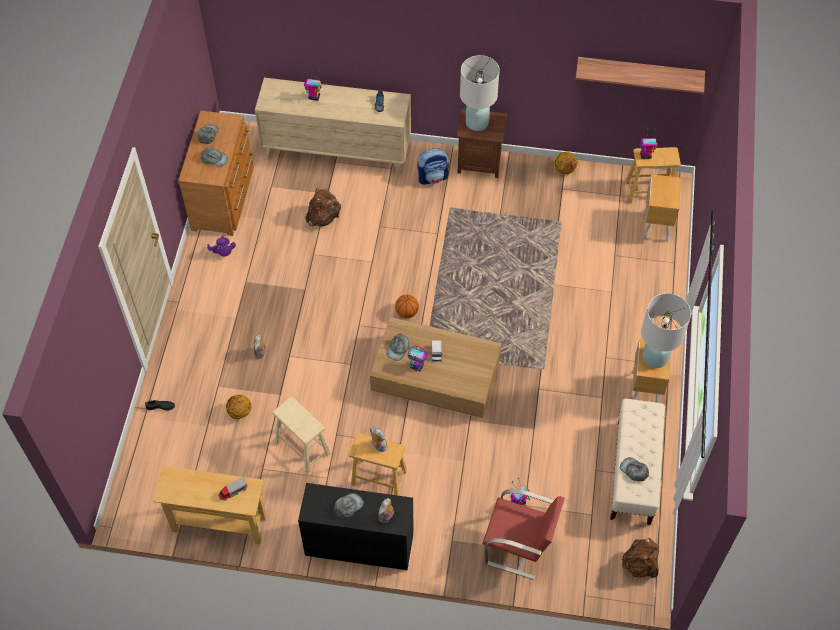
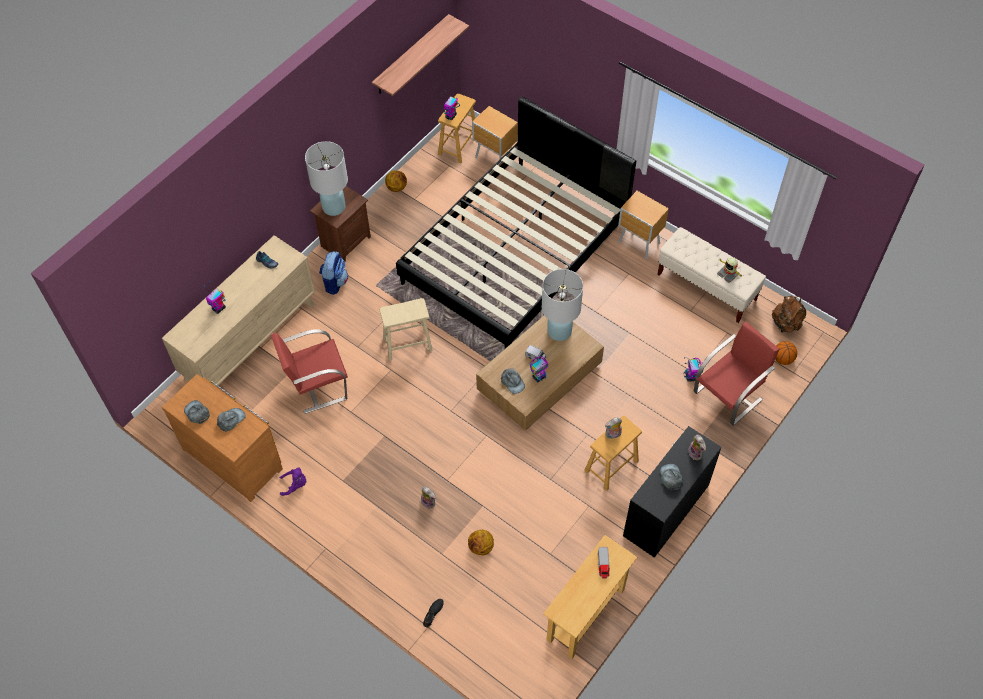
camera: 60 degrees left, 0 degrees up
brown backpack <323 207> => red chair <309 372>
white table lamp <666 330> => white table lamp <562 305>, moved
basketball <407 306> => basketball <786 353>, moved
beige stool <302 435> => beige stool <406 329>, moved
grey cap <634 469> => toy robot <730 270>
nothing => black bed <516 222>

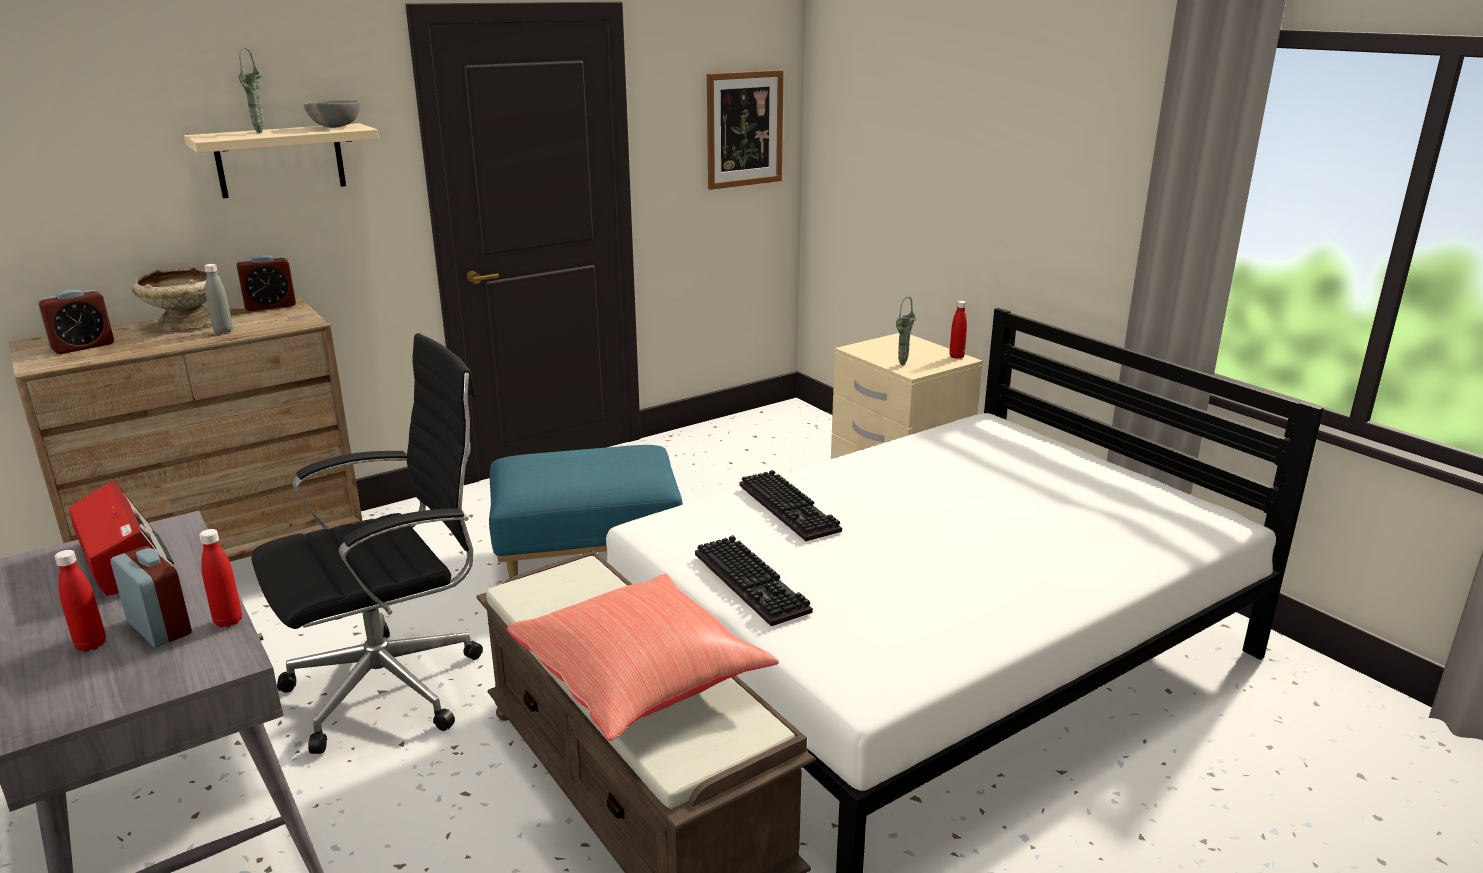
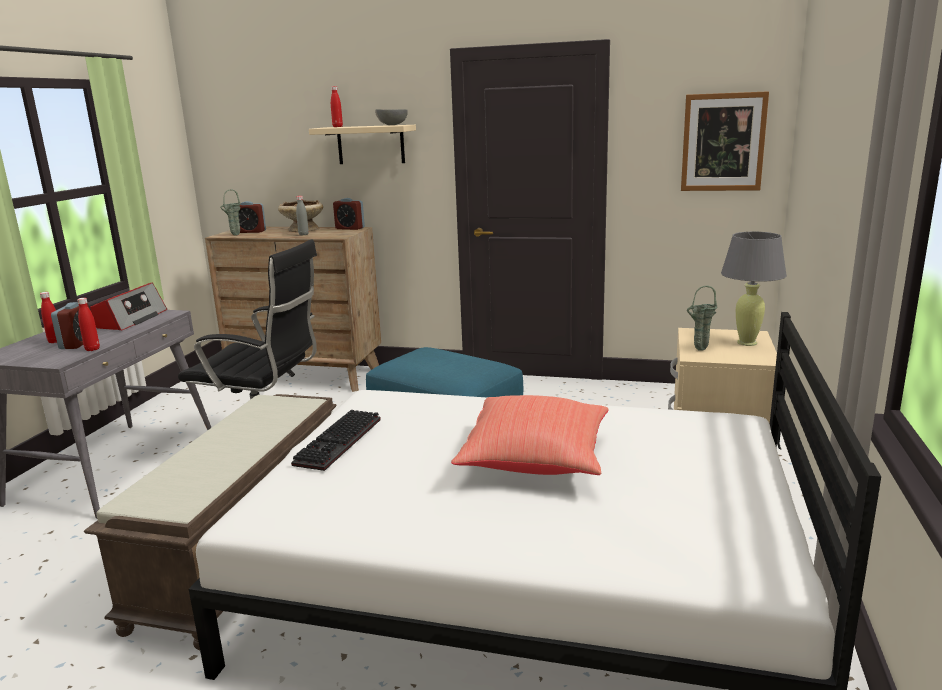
camera: 50 degrees right, 5 degrees down
green vase <251 90> => green vase <230 212>, moved
red bottle <958 330> => red bottle <337 106>, moved
keyboard <790 505> => nothing
red pillow <643 657> => red pillow <530 435>, moved
nothing => grey table lamp <754 289>

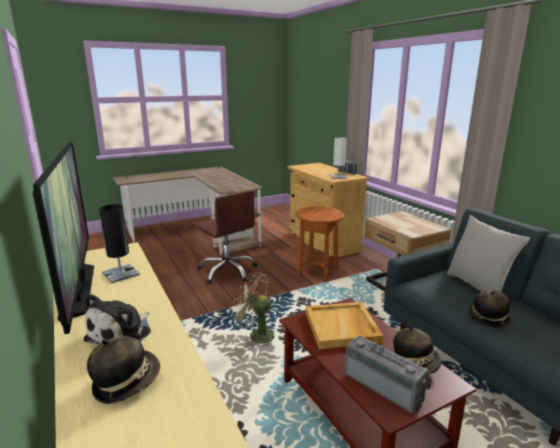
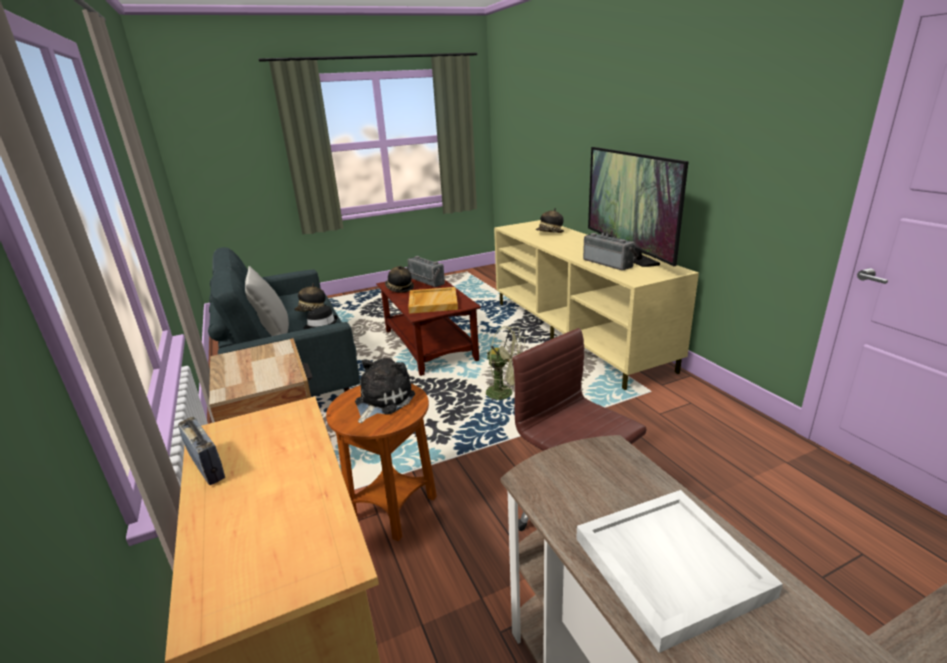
camera: 175 degrees left, 5 degrees up
white table lamp <338 158> => nothing
black table lamp <119 243> => radio <610 252>
plush toy <117 319> => plush toy <385 390>, moved
nothing => black hat <320 318>
nothing => white tray <679 571>

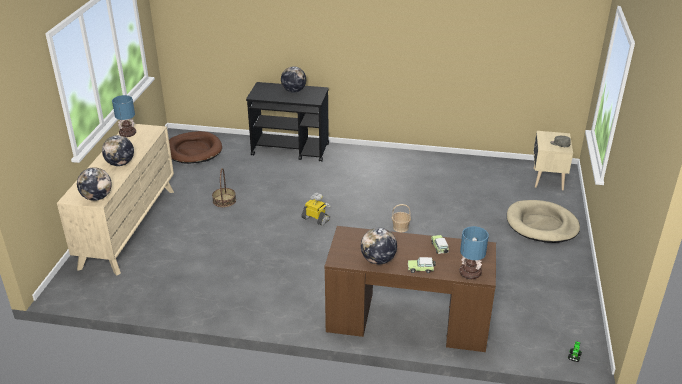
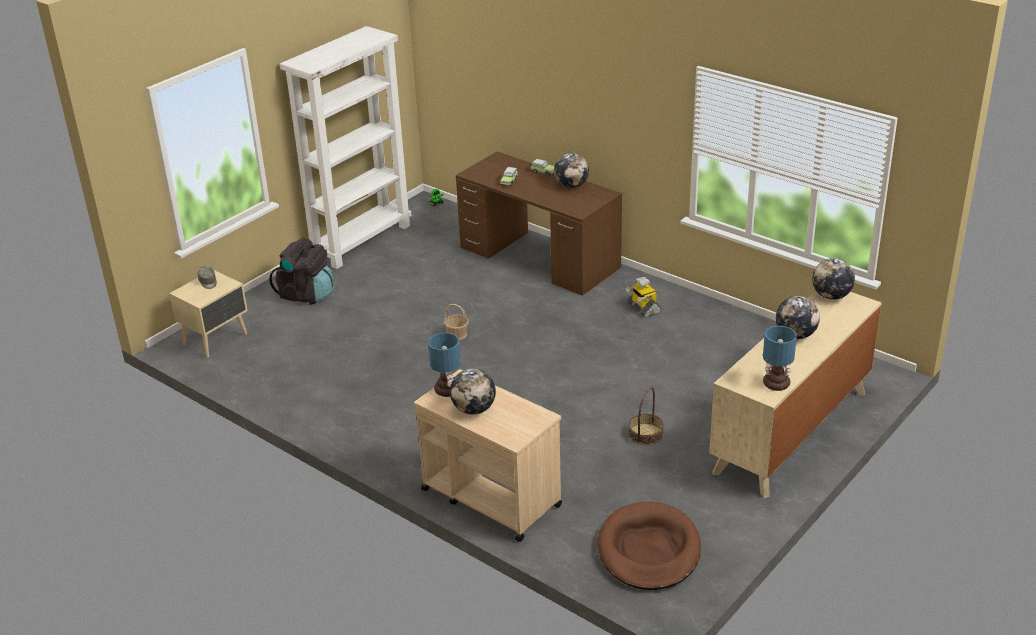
camera: 150 degrees left, 0 degrees up
black cart <287 122> => beige cart <488 455>
toy robot <316 209> => toy robot <643 297>, moved
beige dog bed <543 221> => black backpack <301 271>
table lamp <474 252> => table lamp <444 365>, moved
nothing => white bookcase <345 147>

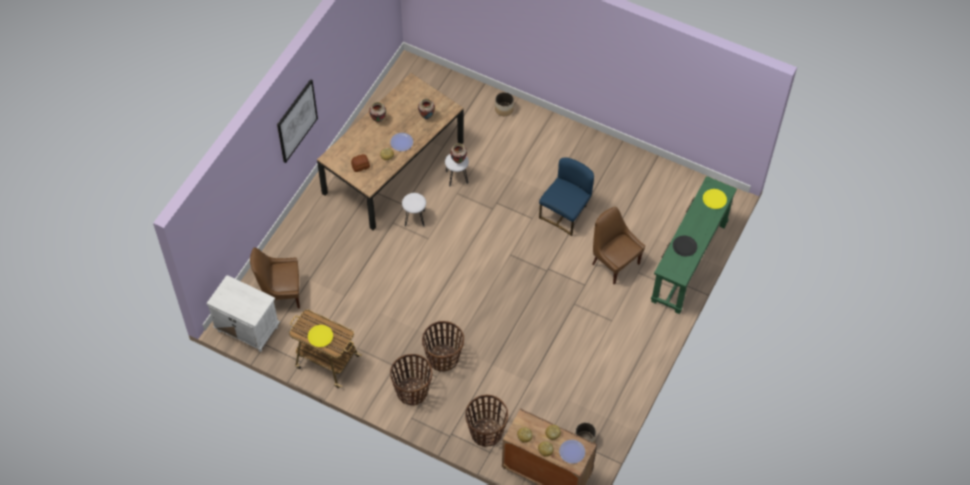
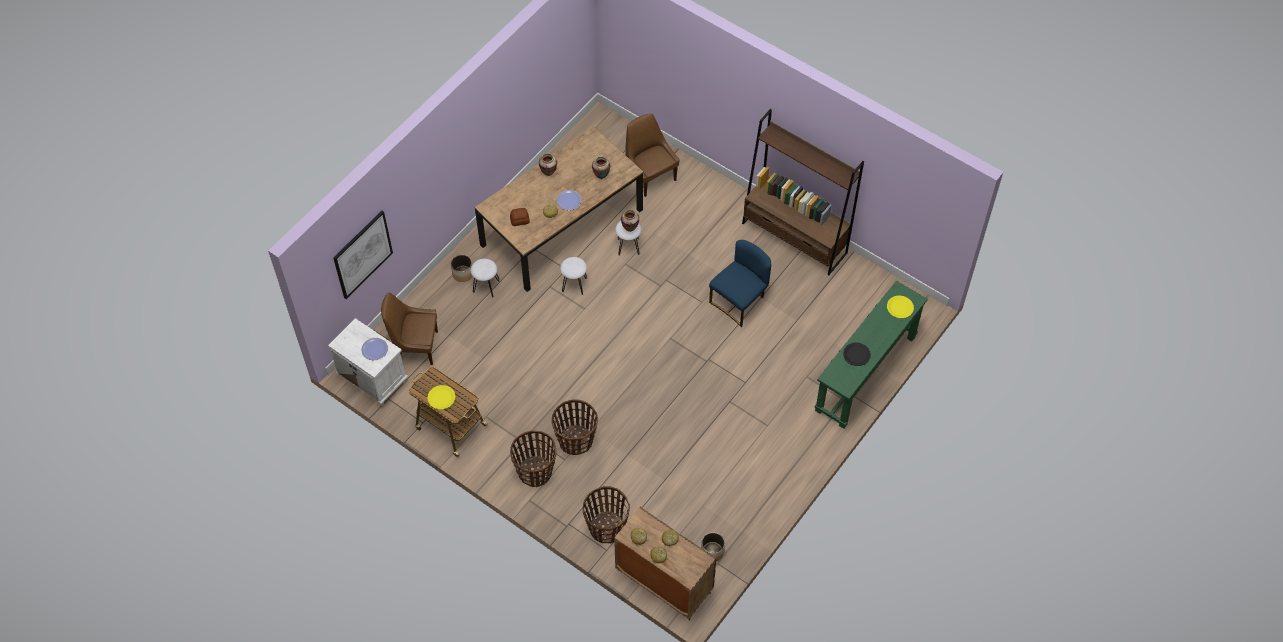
camera: 10 degrees right, 0 degrees up
picture <297 121> => picture <363 255>, moved
planter <504 104> => planter <461 268>, moved
brown chair <618 246> => brown chair <652 155>, moved
plate <572 452> => plate <374 349>, moved
nothing => brown bookcase <803 192>
nothing => white stool <484 278>

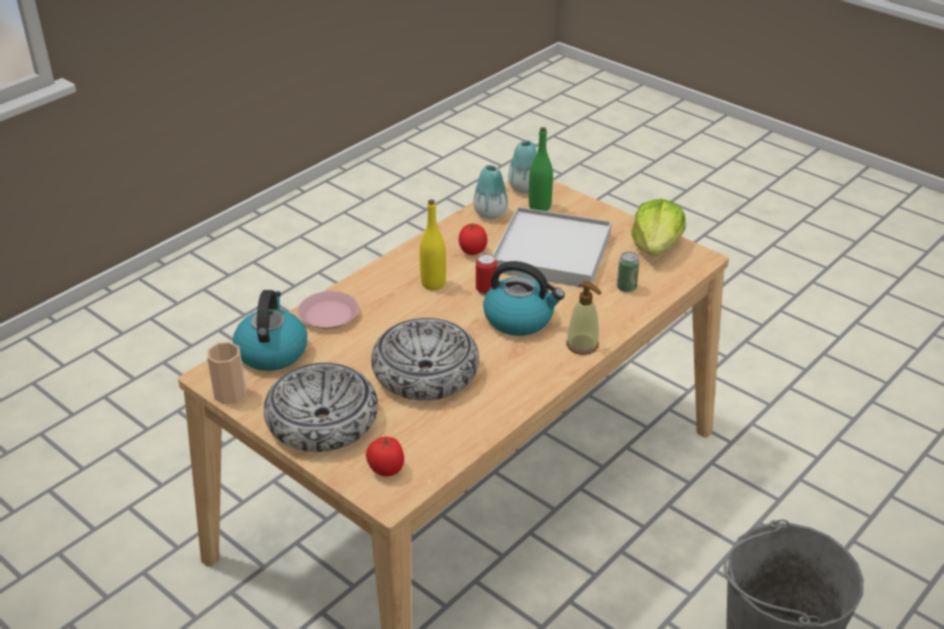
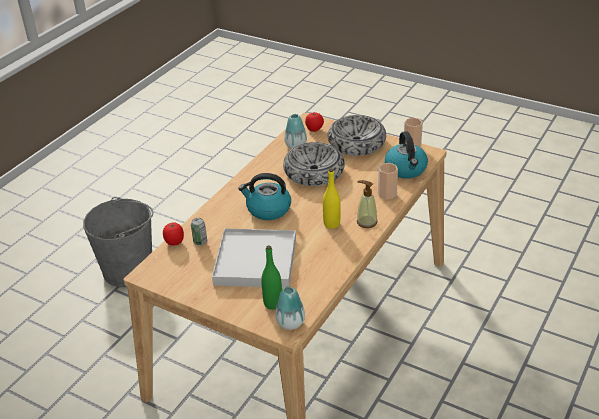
camera: 170 degrees right, 0 degrees up
vase <490 192> => vase <295 131>, moved
lettuce <658 227> => nothing
tomato <473 239> => tomato <173 234>, moved
can <486 275> => nothing
soap dispenser <584 318> => soap dispenser <367 204>, moved
pink plate <328 310> => cup <388 181>

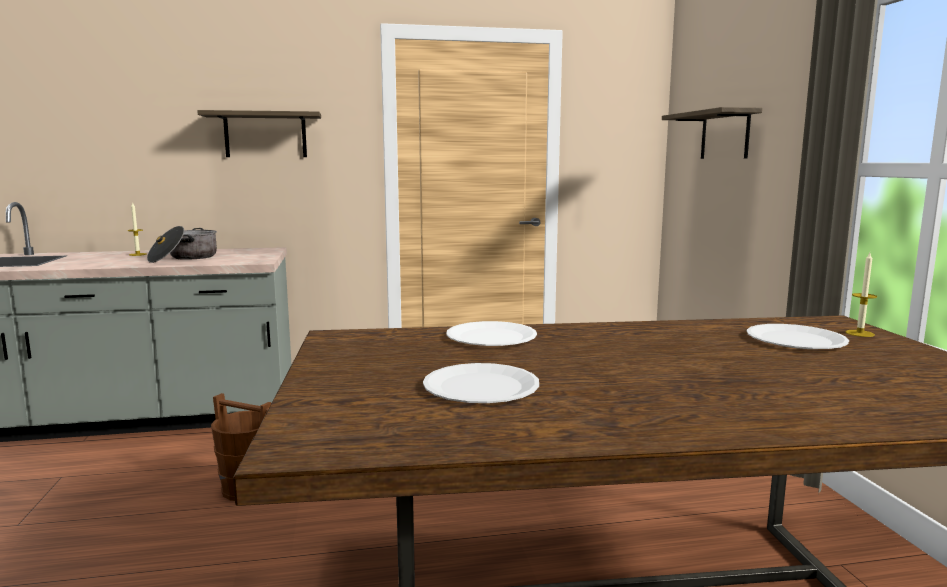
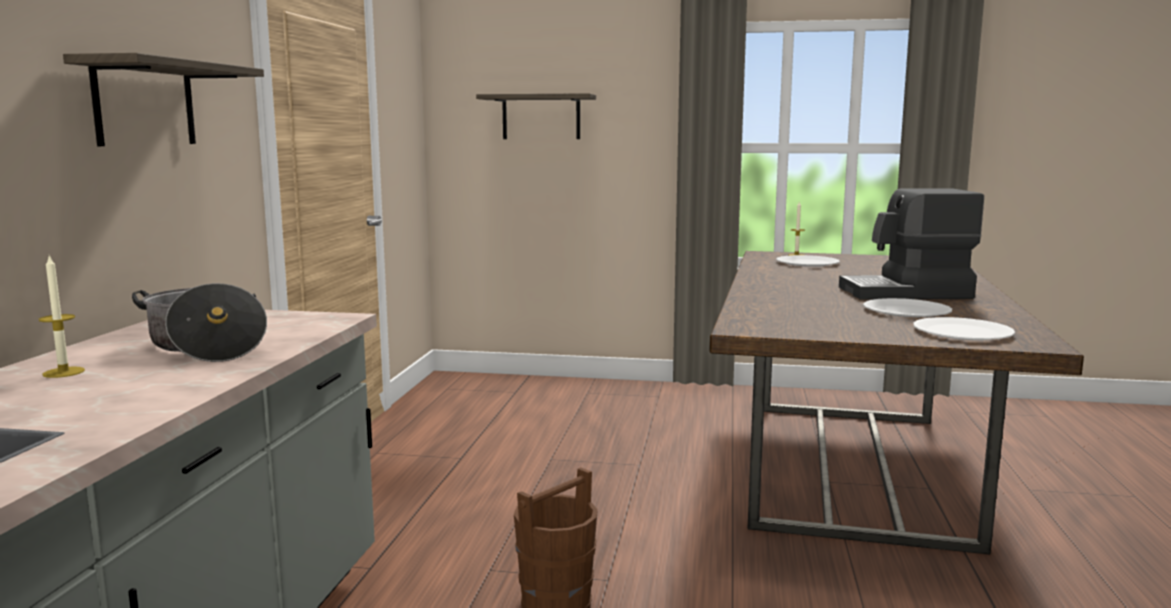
camera: 70 degrees left, 0 degrees up
white plate <491 333> => white plate <964 328>, moved
nothing => coffee machine <911 244>

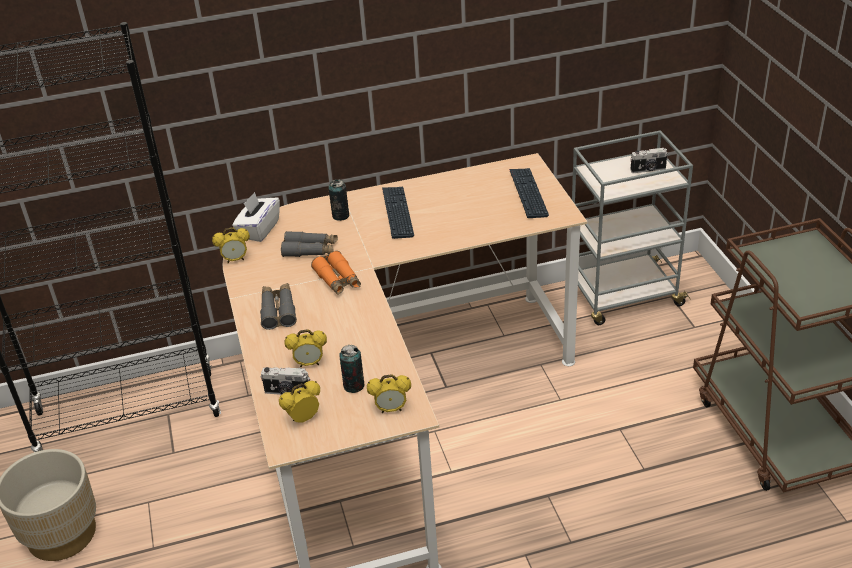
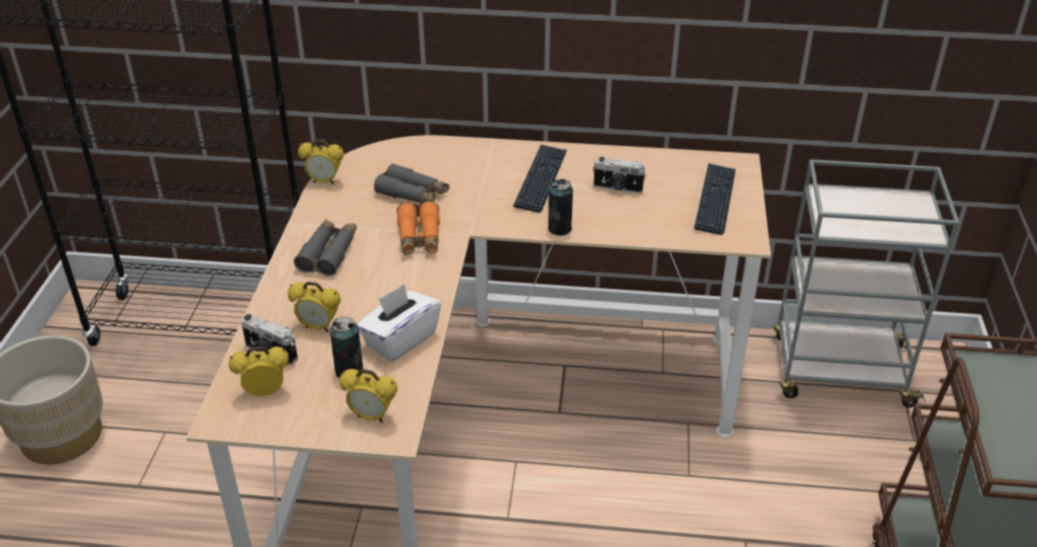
camera: 20 degrees right, 0 degrees up
photo camera <649 160> => photo camera <619 175>, moved
can <338 200> => can <560 207>, moved
white tissue box <256 217> => white tissue box <399 322>, moved

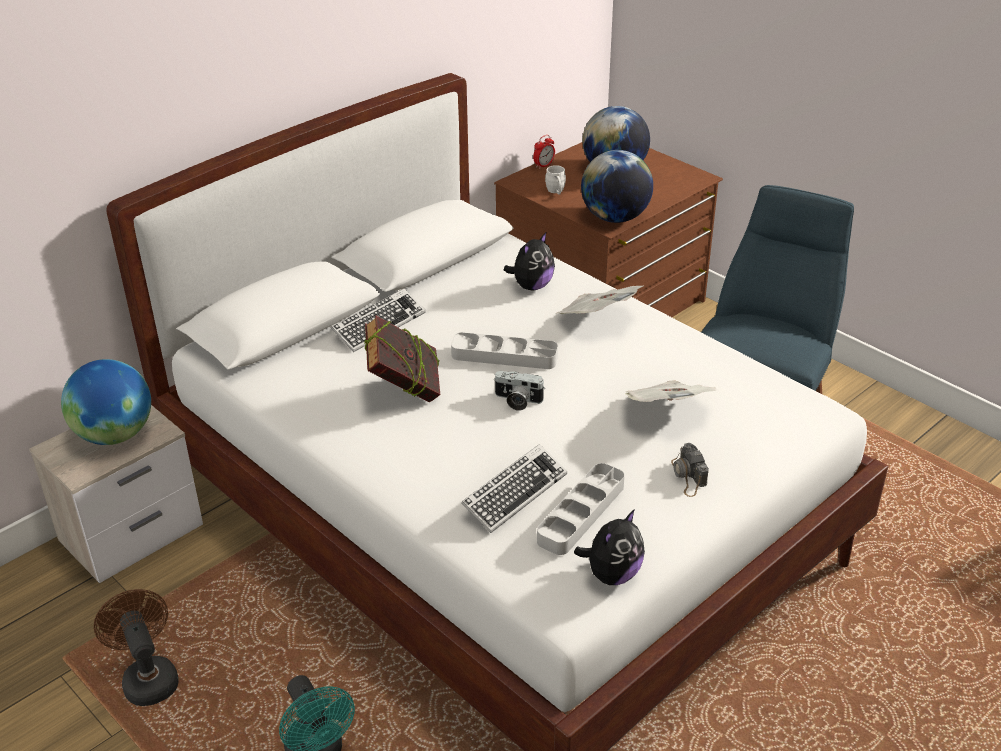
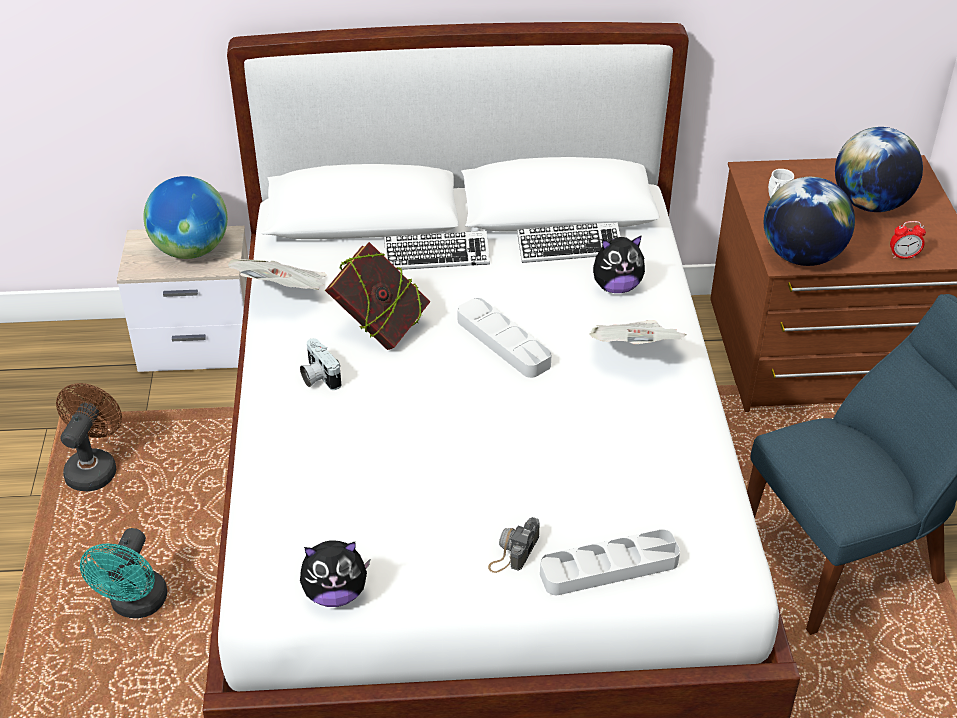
camera: 40 degrees right, 5 degrees up
alarm clock <544 152> => alarm clock <908 240>, moved
photo camera <520 391> => photo camera <320 364>, moved
newspaper <671 391> => newspaper <277 274>, moved
keyboard <514 488> => keyboard <568 243>, moved
grey tray <581 509> => grey tray <610 562>, moved

